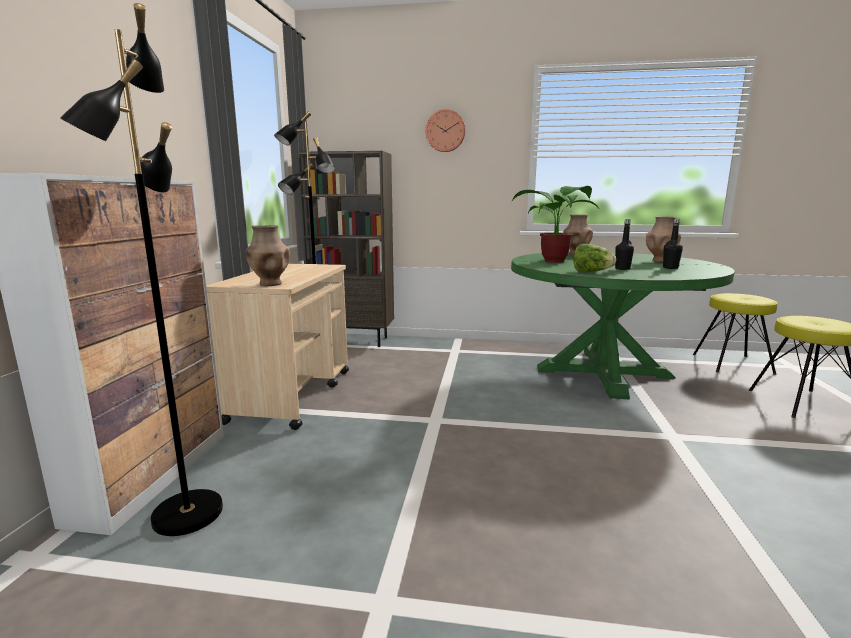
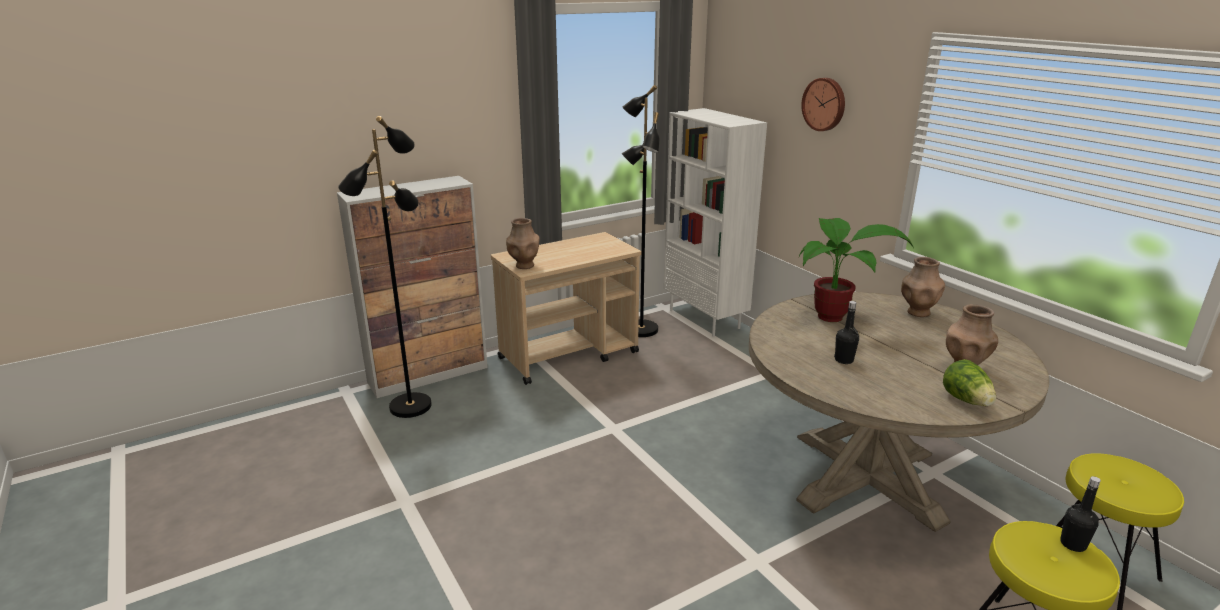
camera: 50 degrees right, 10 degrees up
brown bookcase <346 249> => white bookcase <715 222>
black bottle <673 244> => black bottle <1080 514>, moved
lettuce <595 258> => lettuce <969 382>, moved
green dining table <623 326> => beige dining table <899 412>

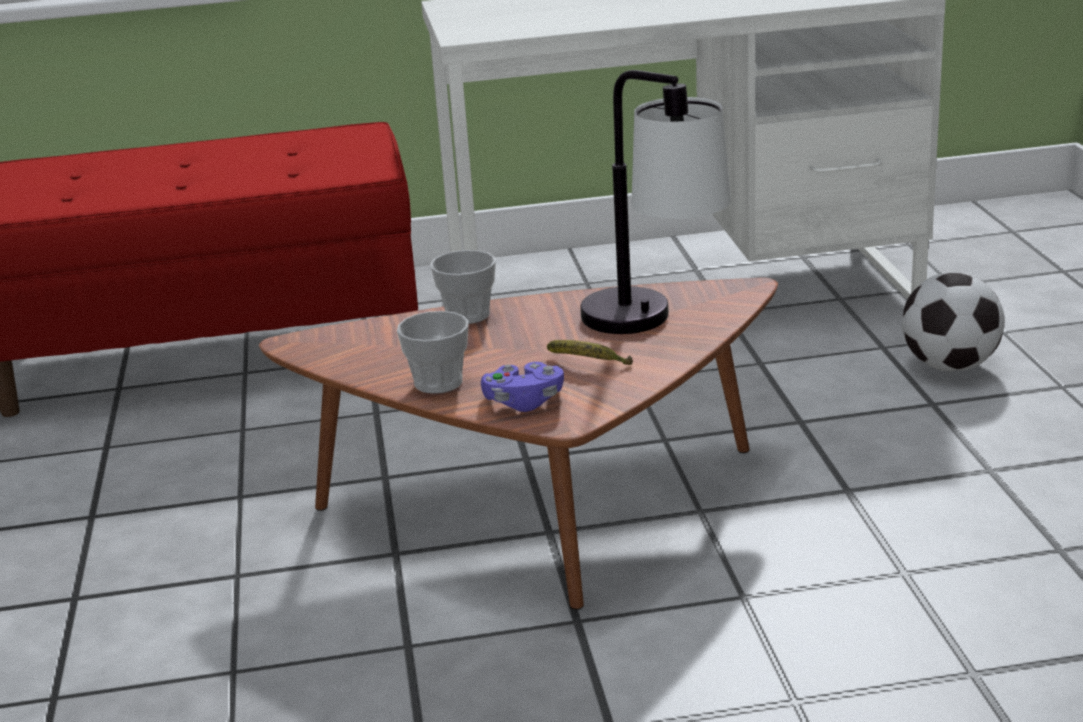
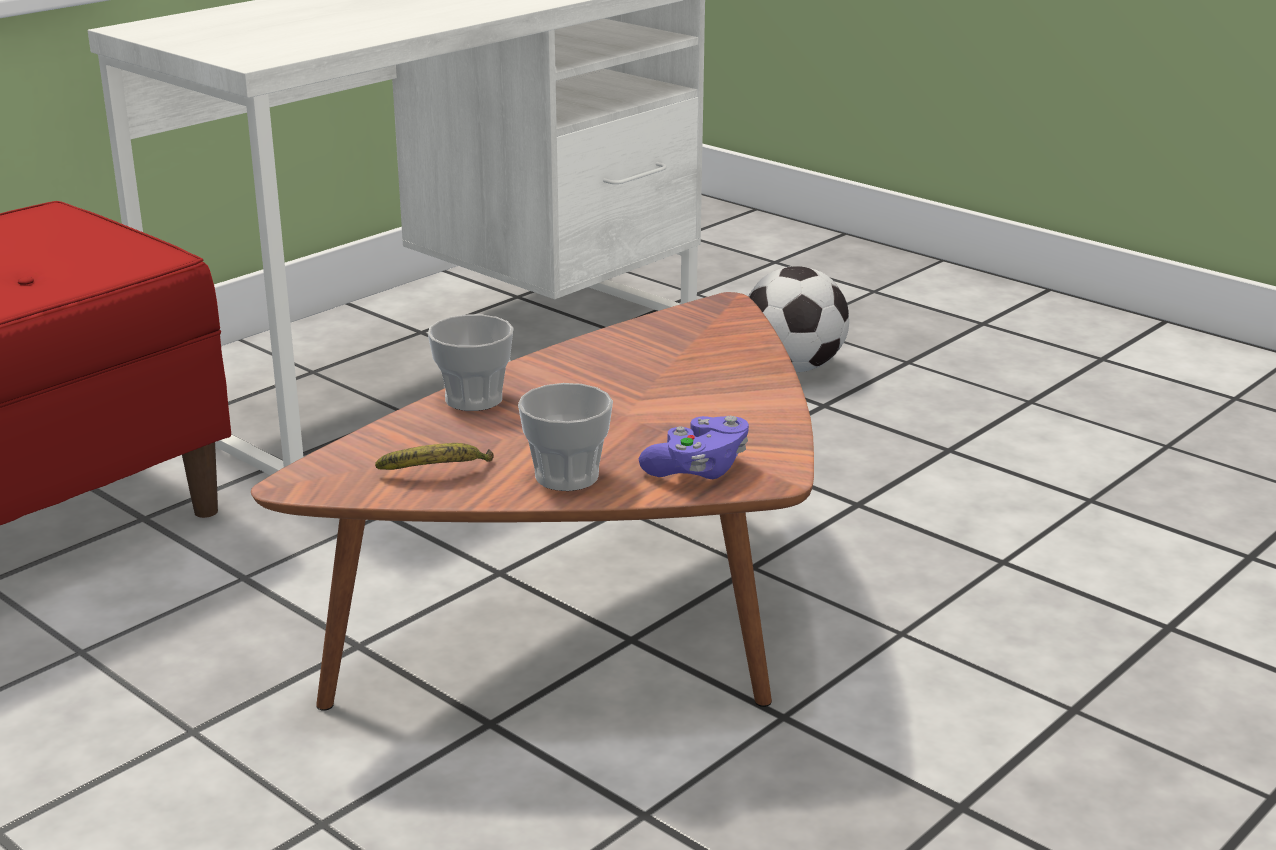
camera: 40 degrees left, 0 degrees up
table lamp <655 202> => nothing
banana <590 352> => banana <434 456>, moved

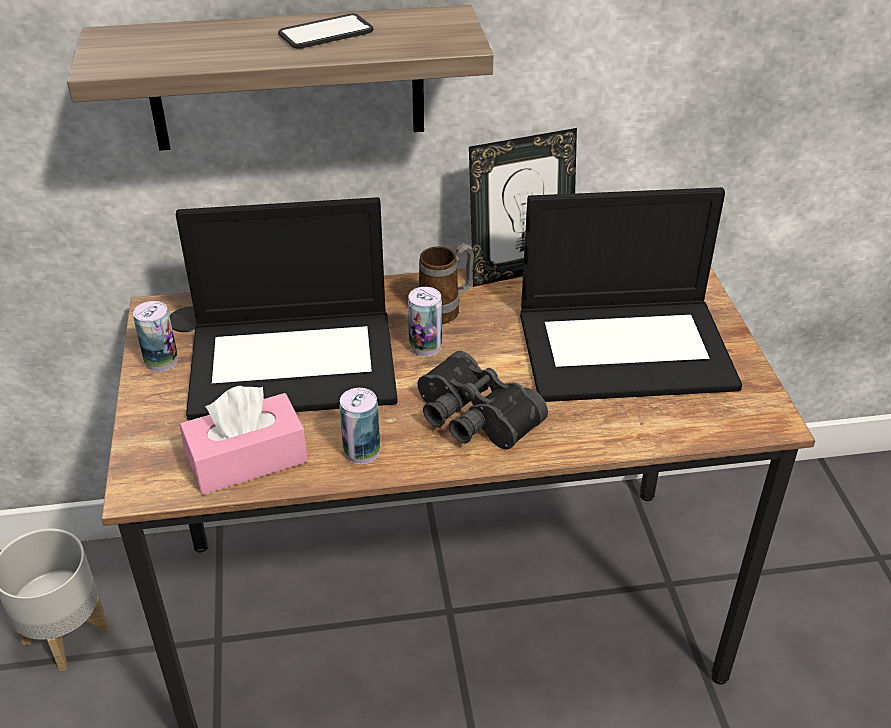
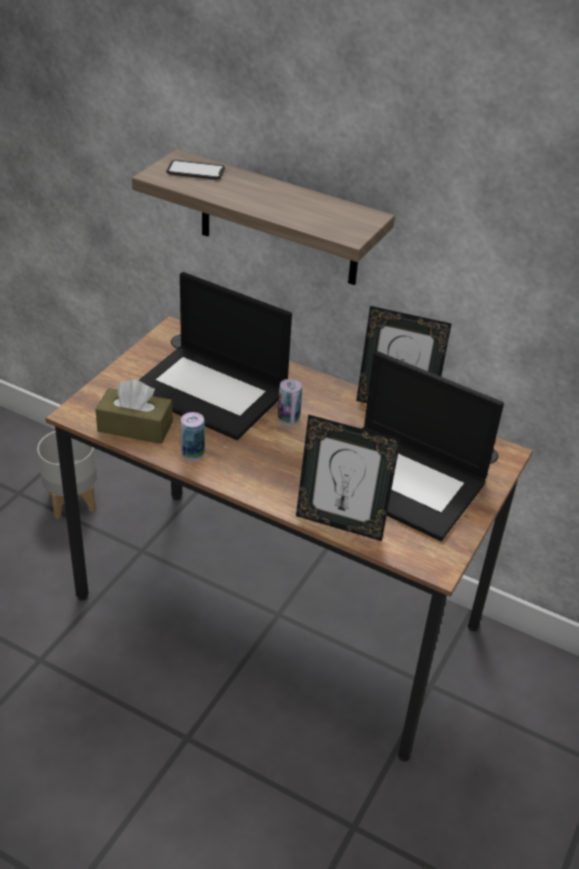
camera: 35 degrees right, 0 degrees up
phone <326 31> => phone <195 170>, moved
mug <446 283> => nothing
can <155 336> => nothing
black binoculars <482 400> => nothing
pink tissue box <244 440> => brown tissue box <134 411>
nothing => picture frame <348 477>

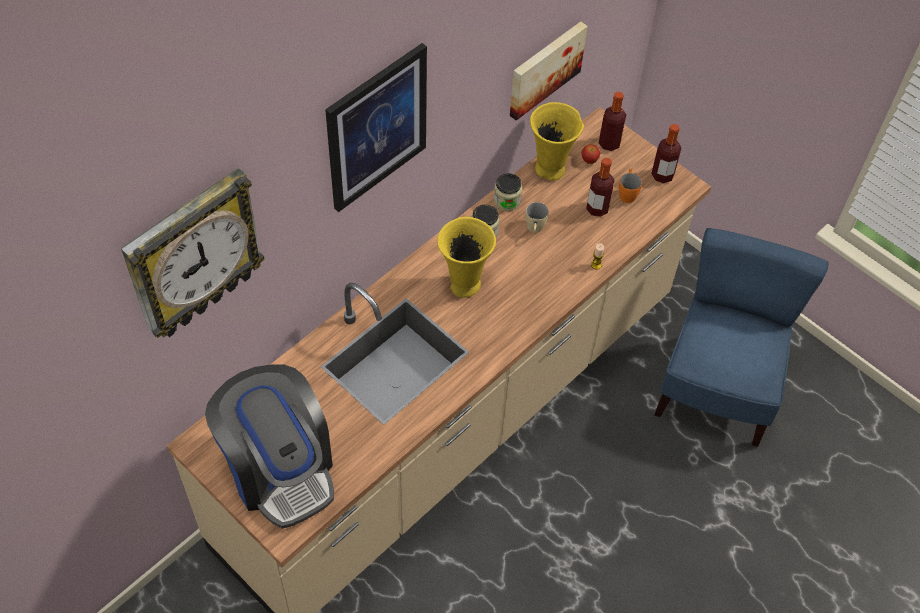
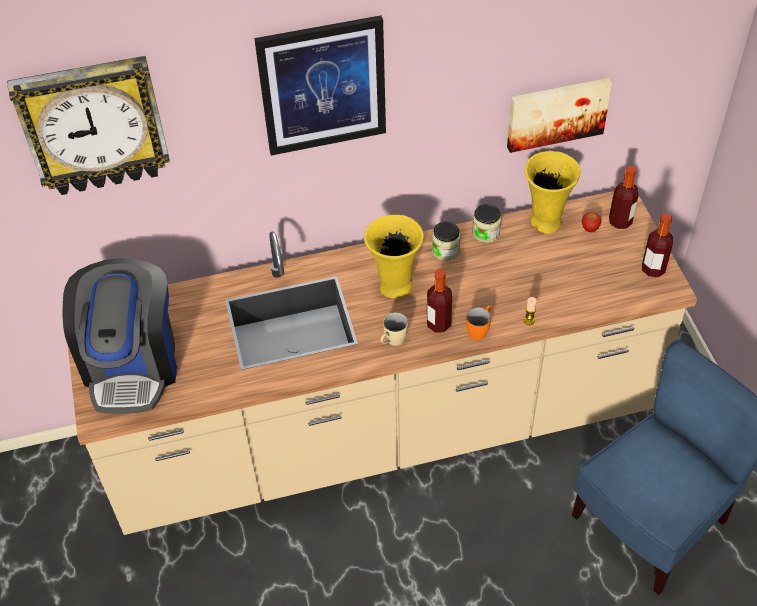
camera: 35 degrees right, 5 degrees down
bottle <600 187> => bottle <439 301>, moved
orange mug <630 186> => orange mug <478 322>, moved
beige mug <537 217> => beige mug <394 329>, moved

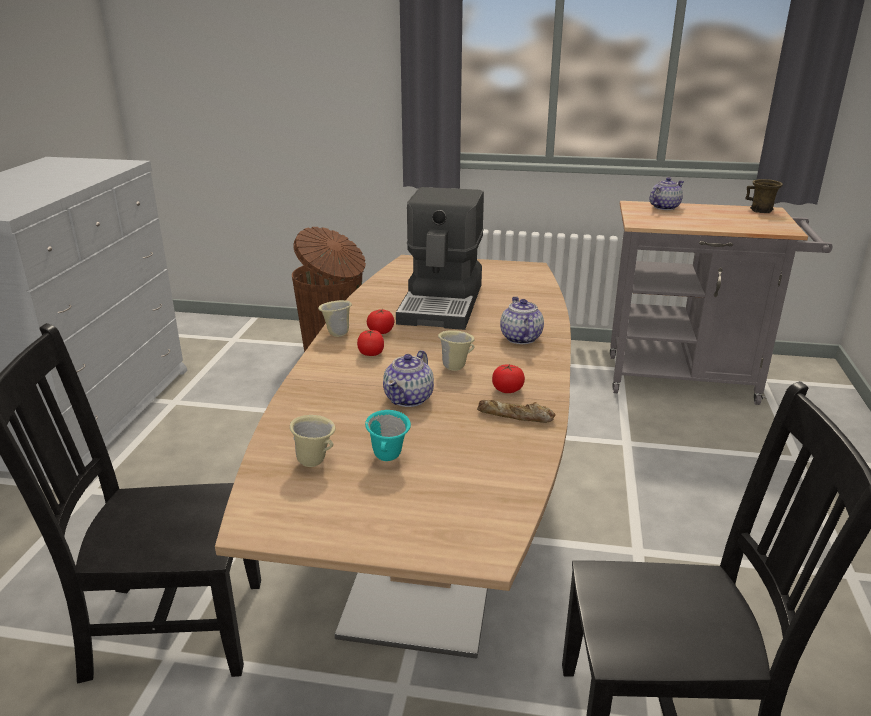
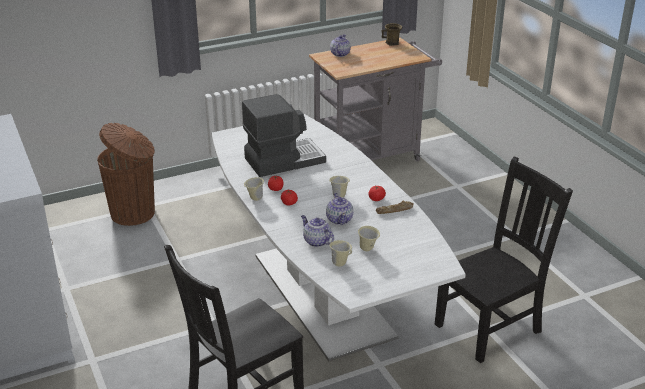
camera: 35 degrees left, 5 degrees up
coffee machine <440 258> => coffee machine <284 135>, 90 degrees counterclockwise
brown dining table <393 457> => white dining table <339 237>
teapot <522 320> => teapot <317 231>, moved
turquoise mug <388 435> => beige mug <369 238>

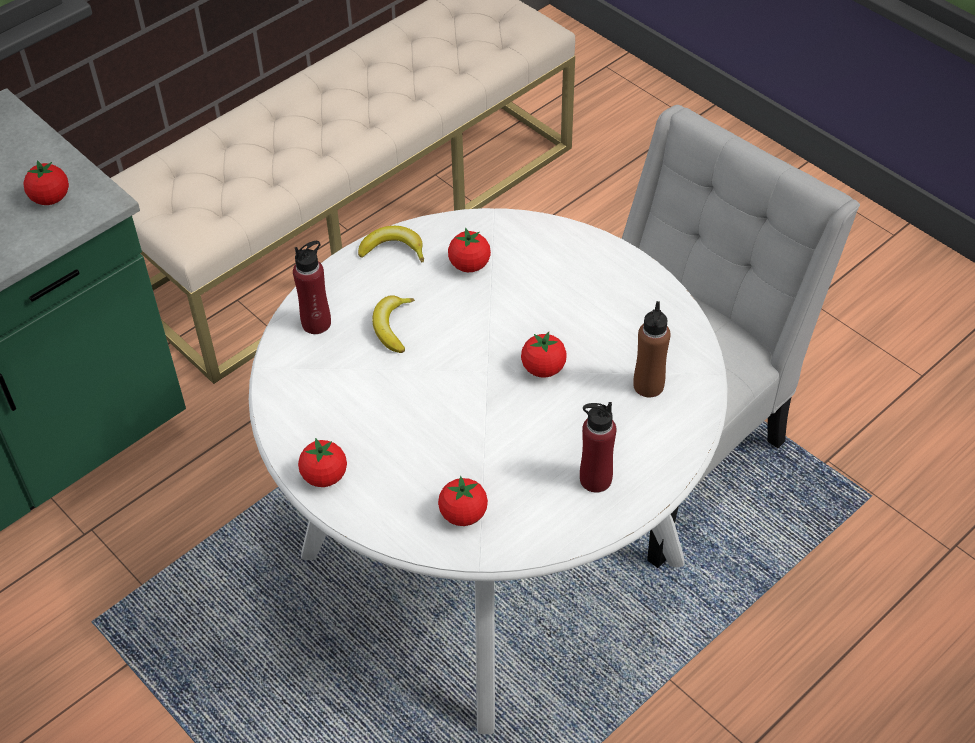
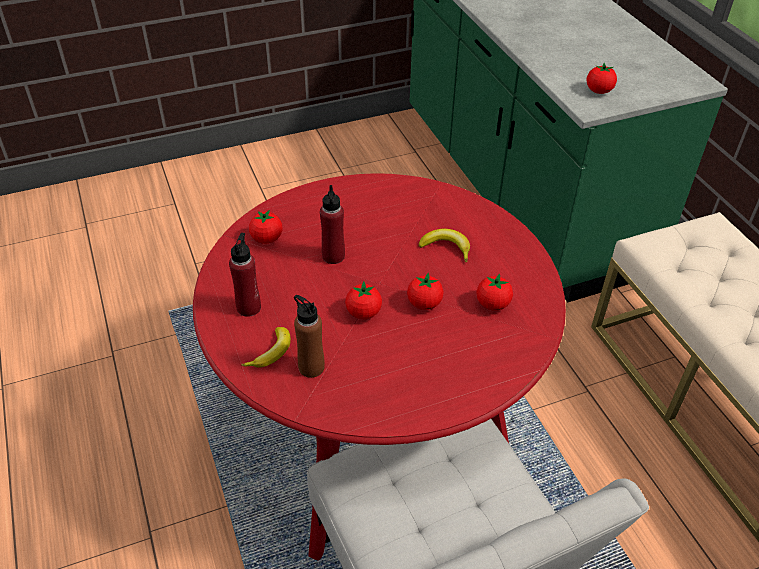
camera: 110 degrees right, 5 degrees down
white dining table <488 471> => red dining table <379 367>
banana <391 244> => banana <266 347>, moved
red bottle <312 287> => red bottle <332 224>, moved
tomato <322 462> => tomato <425 291>, moved

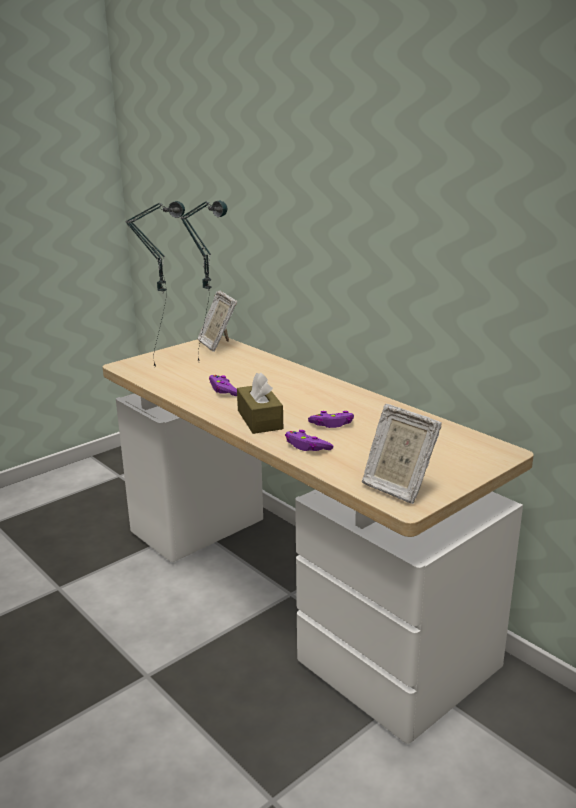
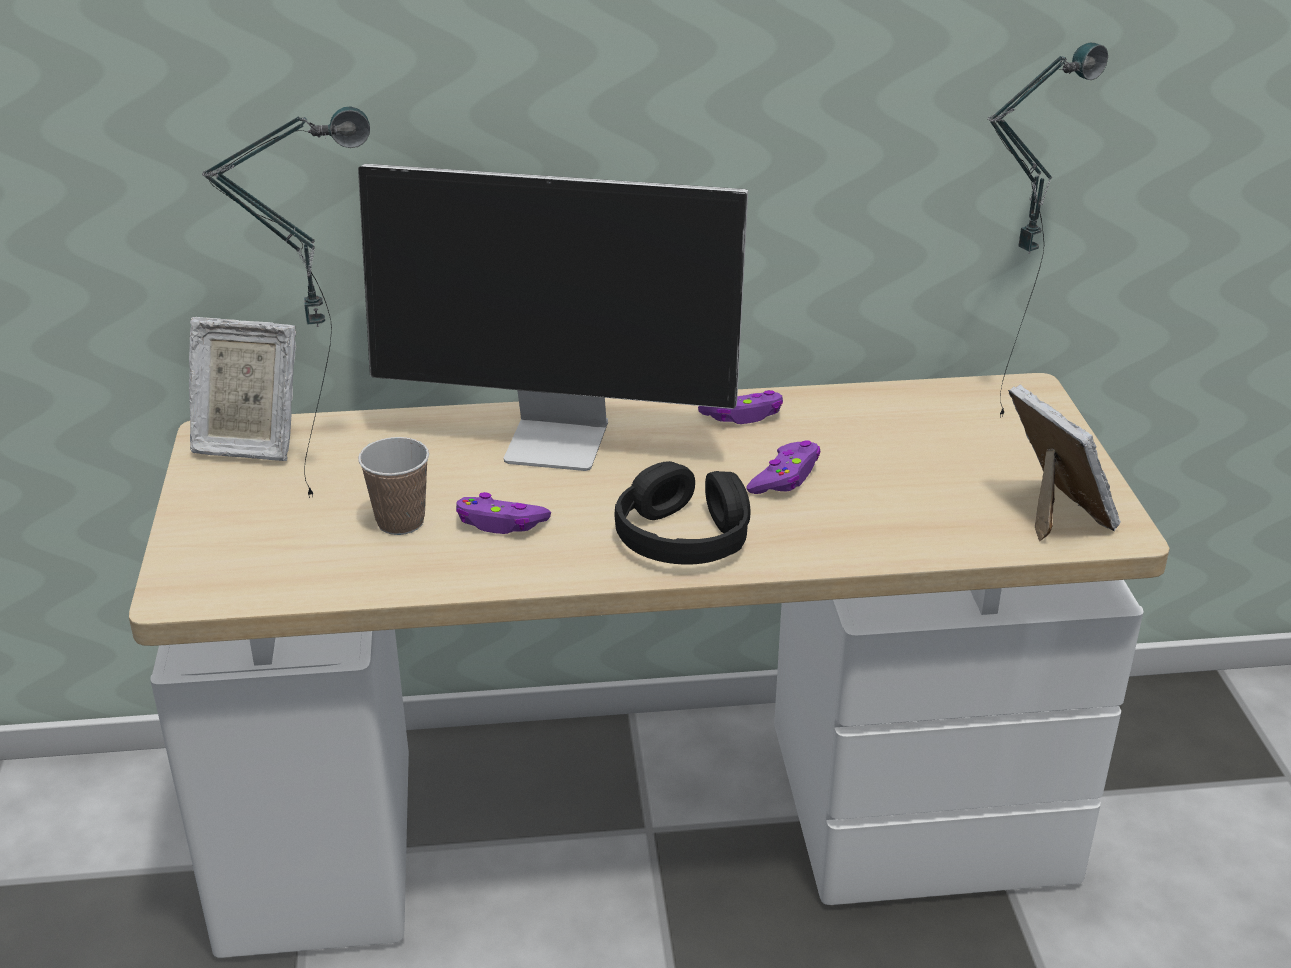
camera: 55 degrees left, 10 degrees up
table lamp <155 284> => table lamp <1047 230>, moved
brown tissue box <260 403> => black headphones <682 513>
picture frame <402 454> => picture frame <1064 462>, 105 degrees counterclockwise
purple game controller <309 440> => purple game controller <740 407>, moved
nothing => monitor <553 317>
nothing => cup <393 486>

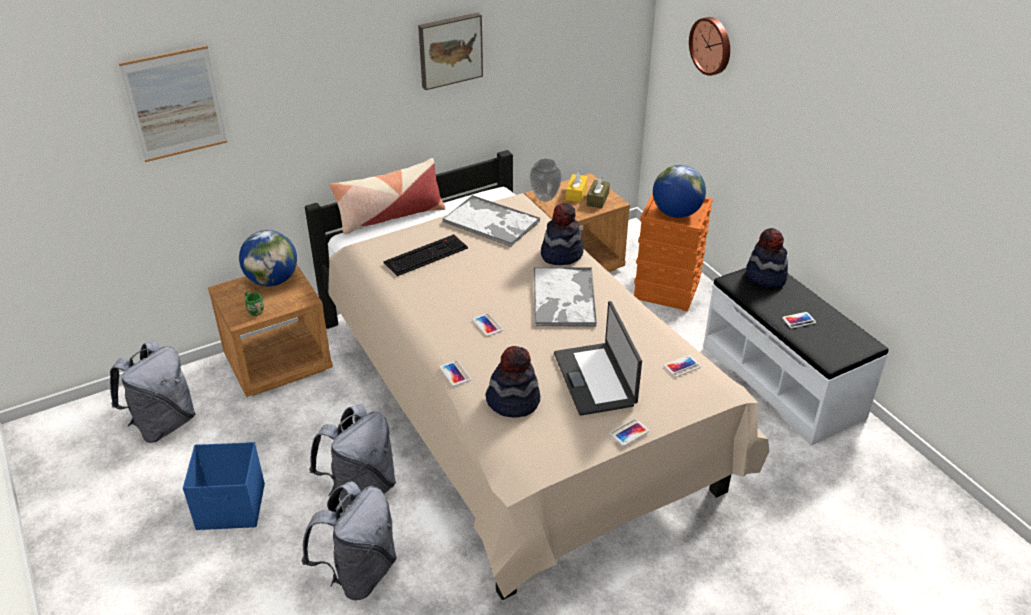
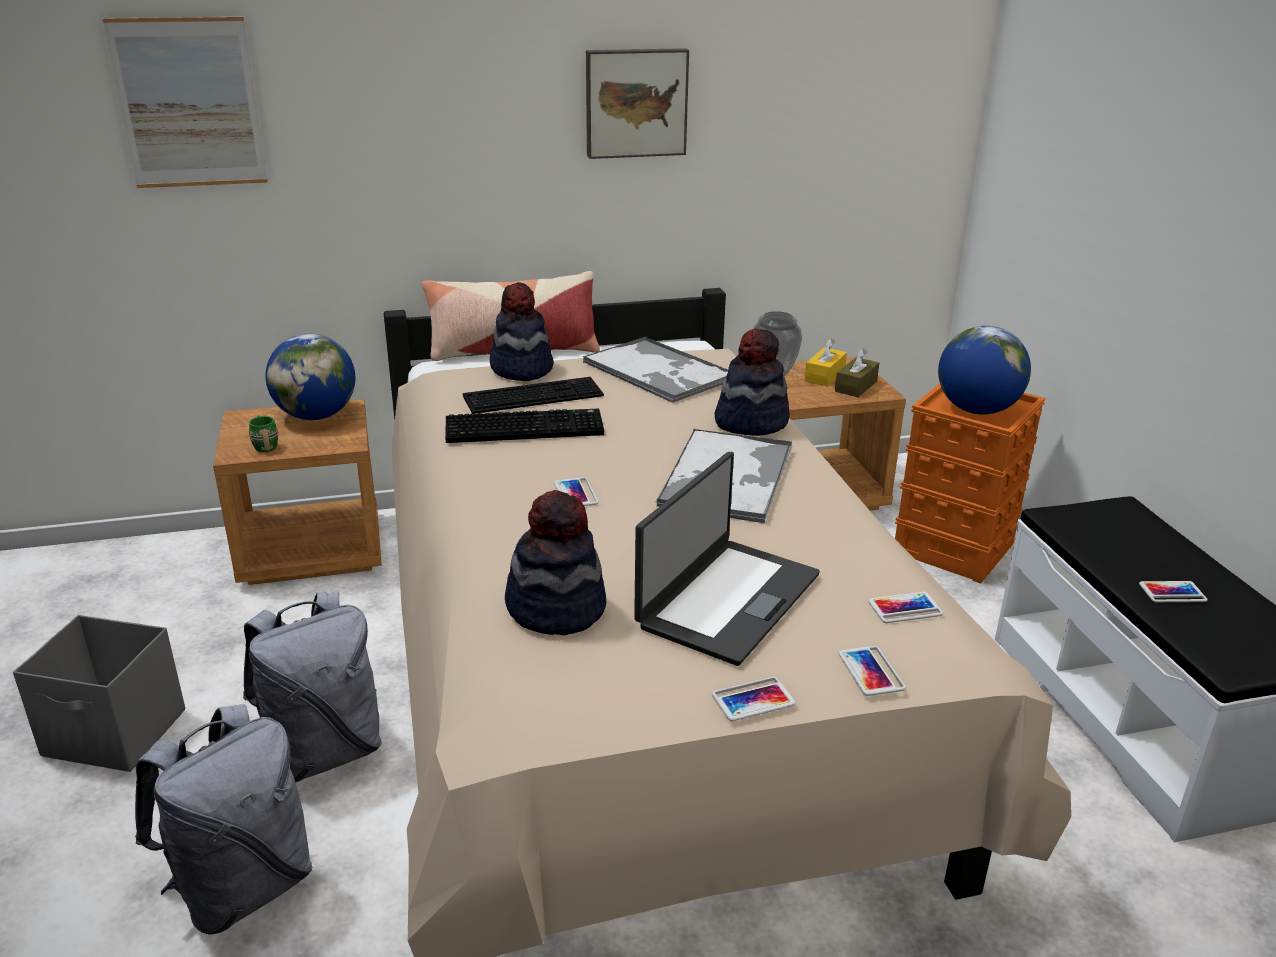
camera: 15 degrees right, 10 degrees down
wall clock <709 46> => nothing
hat <767 258> => hat <522 331>, moved
laptop <598 358> => laptop <727 559>, 150 degrees counterclockwise
grey backpack <153 392> => nothing
phone <455 373> => phone <872 671>, moved
blue storage box <224 486> => grey storage box <99 693>
nothing => keyboard <524 426>

